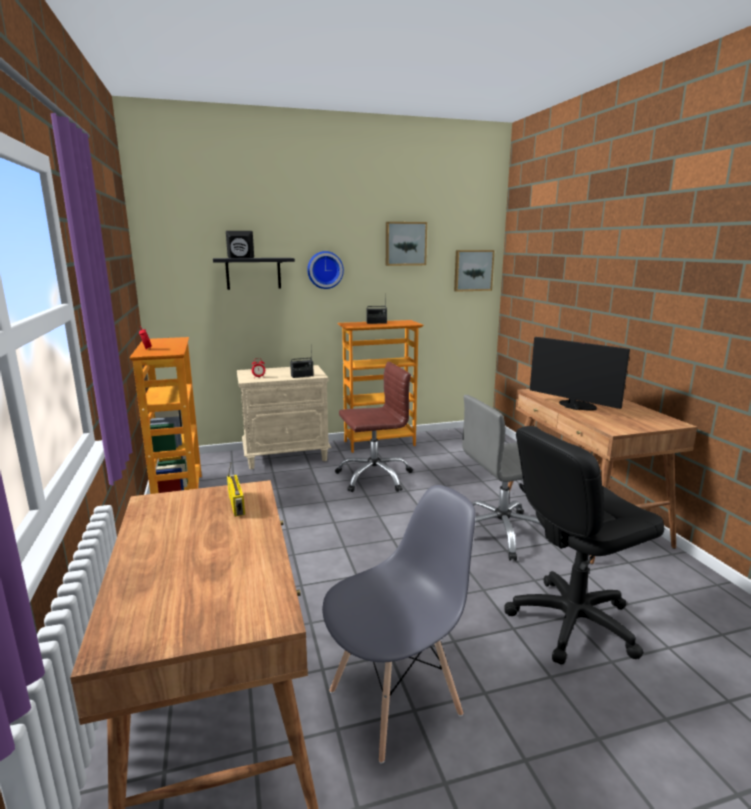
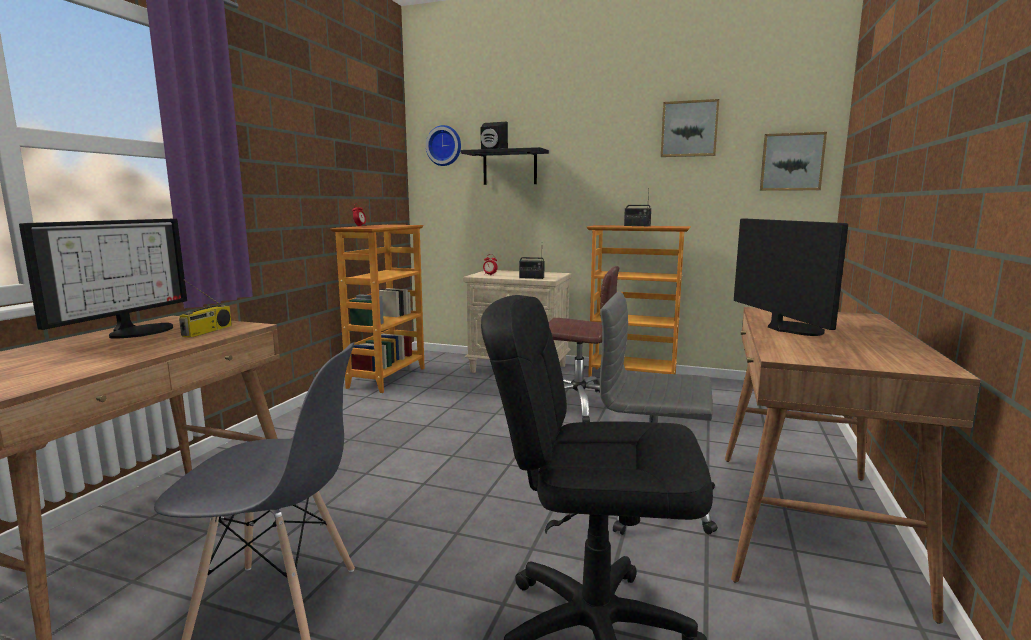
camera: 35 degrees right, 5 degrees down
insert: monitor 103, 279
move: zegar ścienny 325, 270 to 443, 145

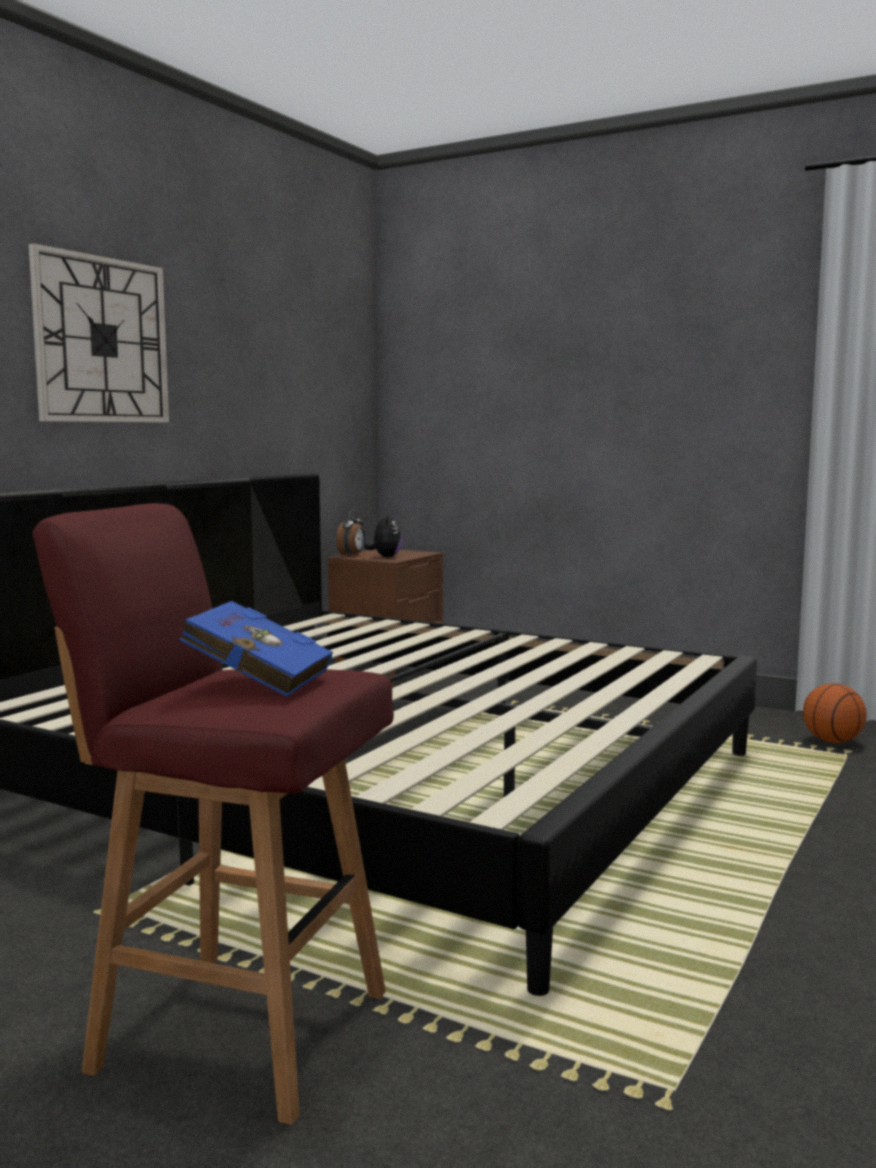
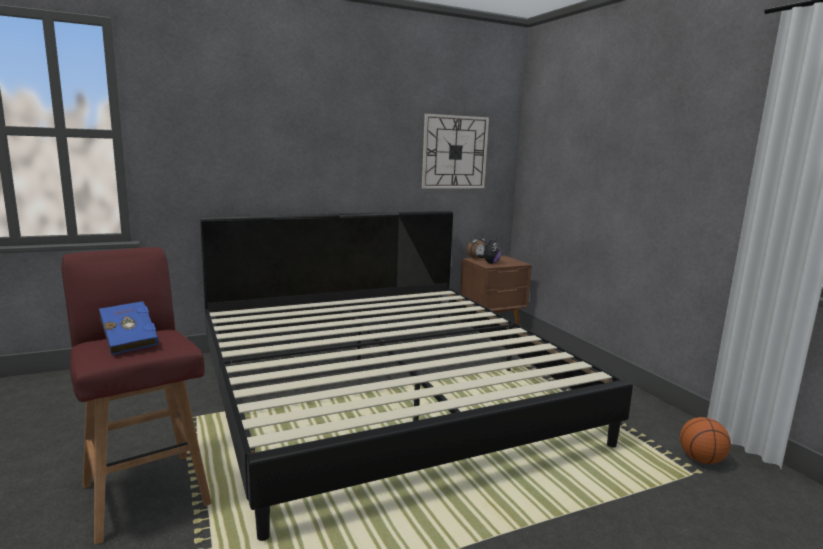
camera: 35 degrees right, 5 degrees up
move: zegar ścienny 98, 333 to 455, 151

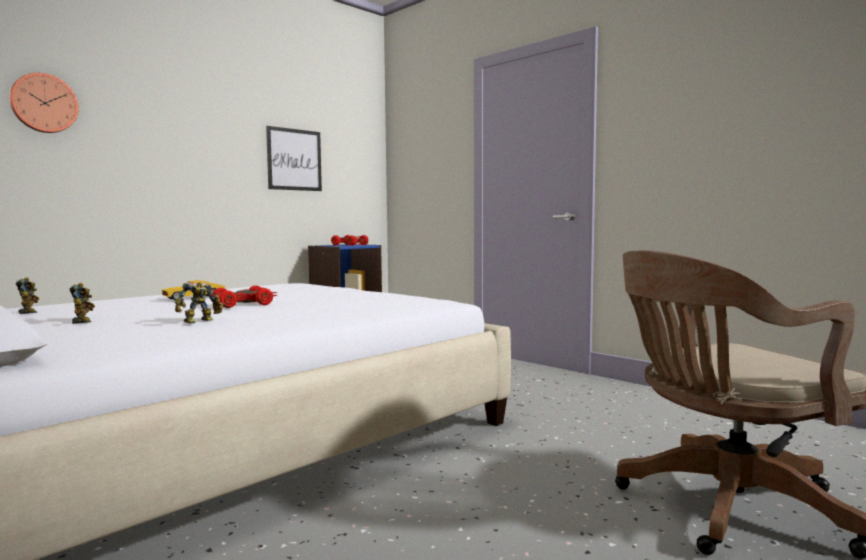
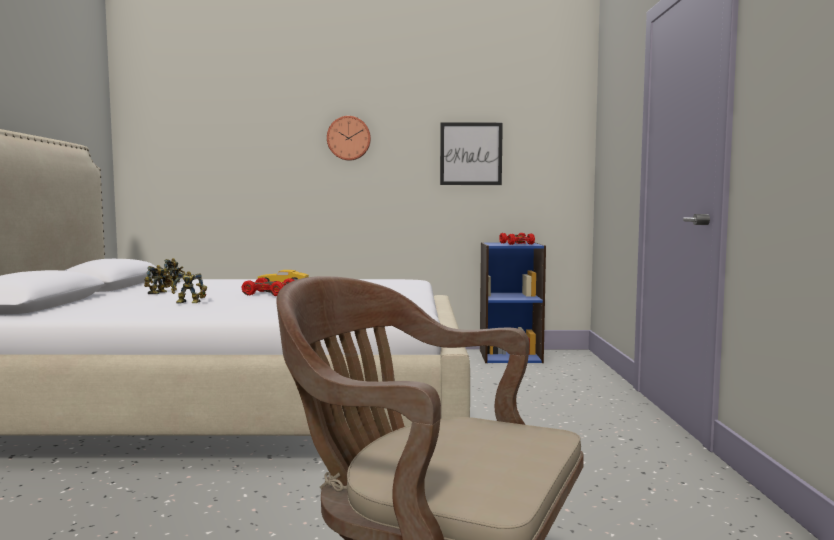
camera: 45 degrees right, 0 degrees up
move: zegar ścienny 44, 103 to 349, 138

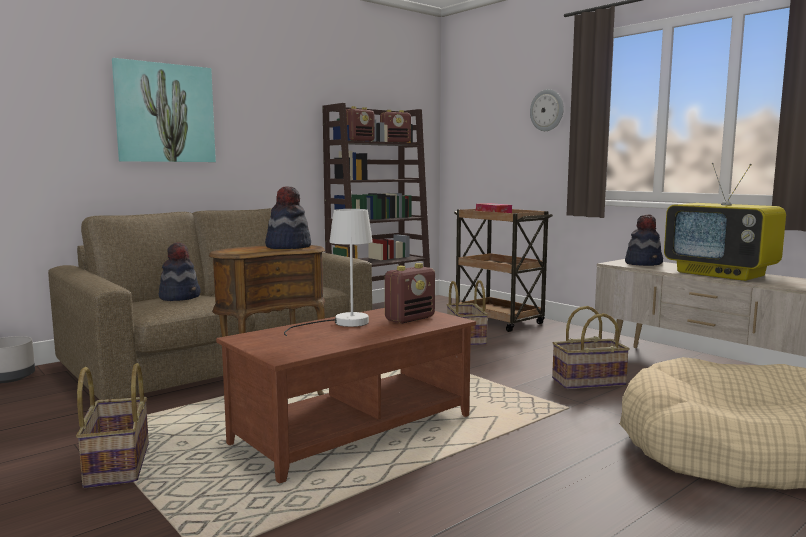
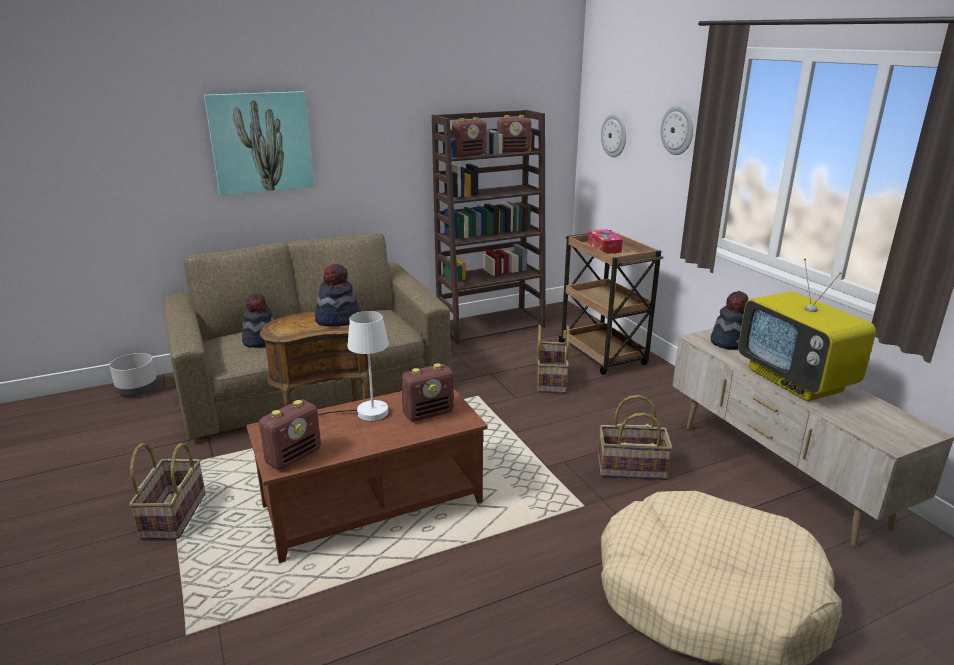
camera: 15 degrees right, 15 degrees up
insert: zegar ścienny 613, 135; radio 290, 434

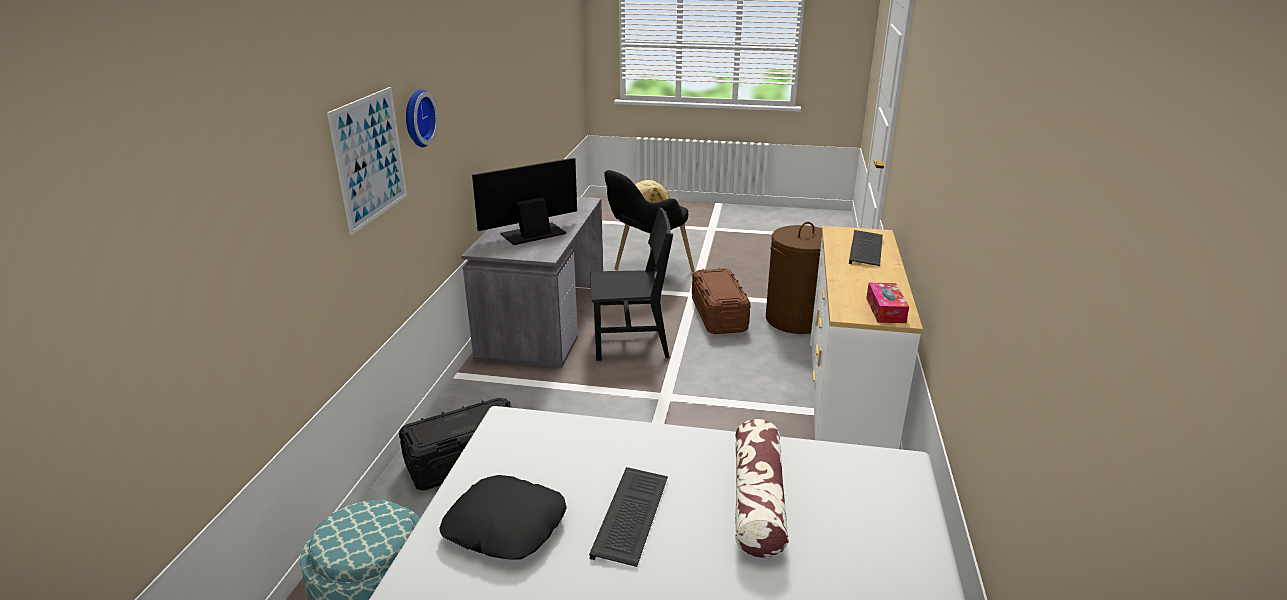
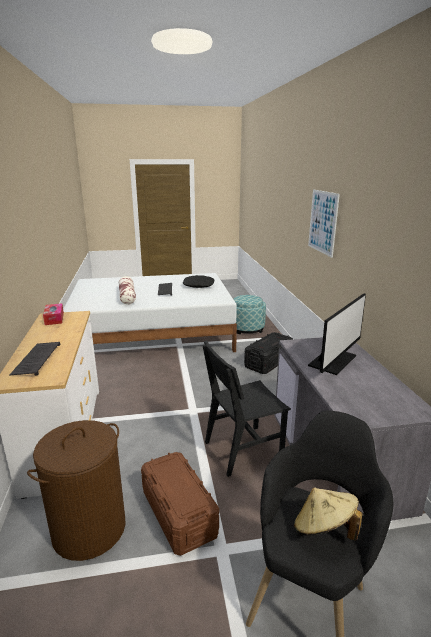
camera: 160 degrees right, 5 degrees down
delete: zegar ścienny 422, 118

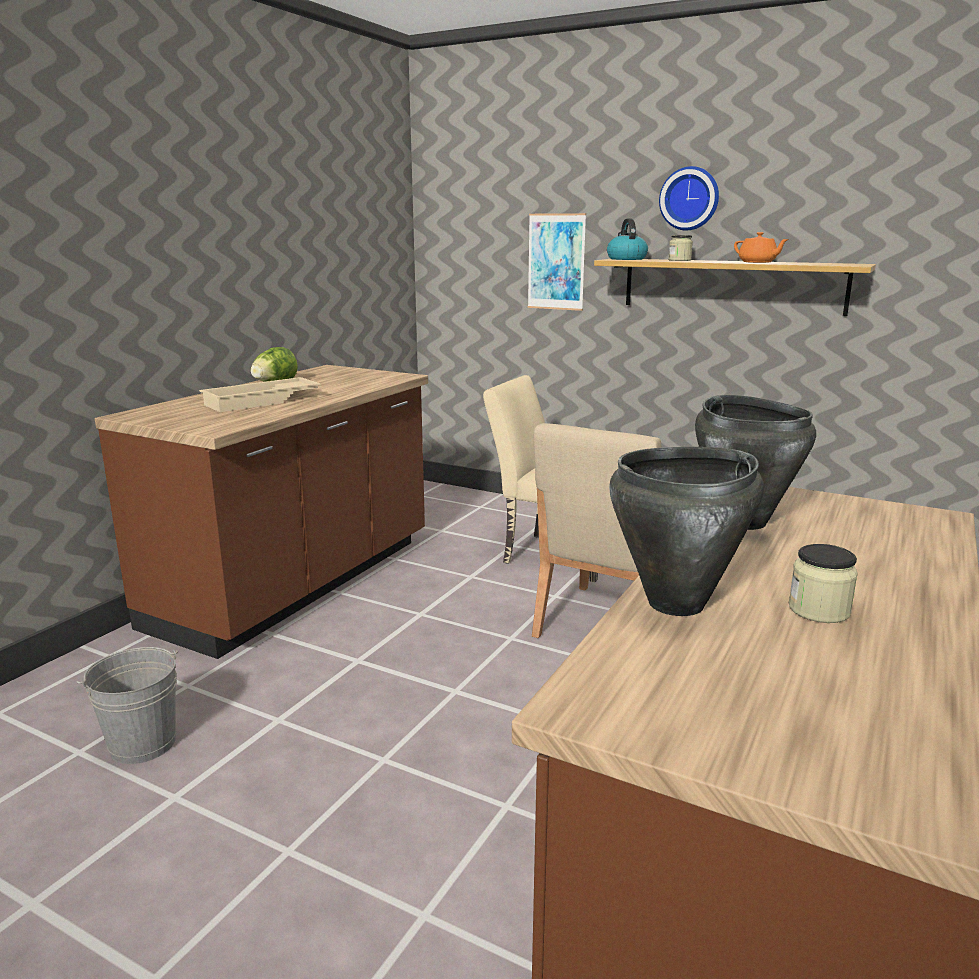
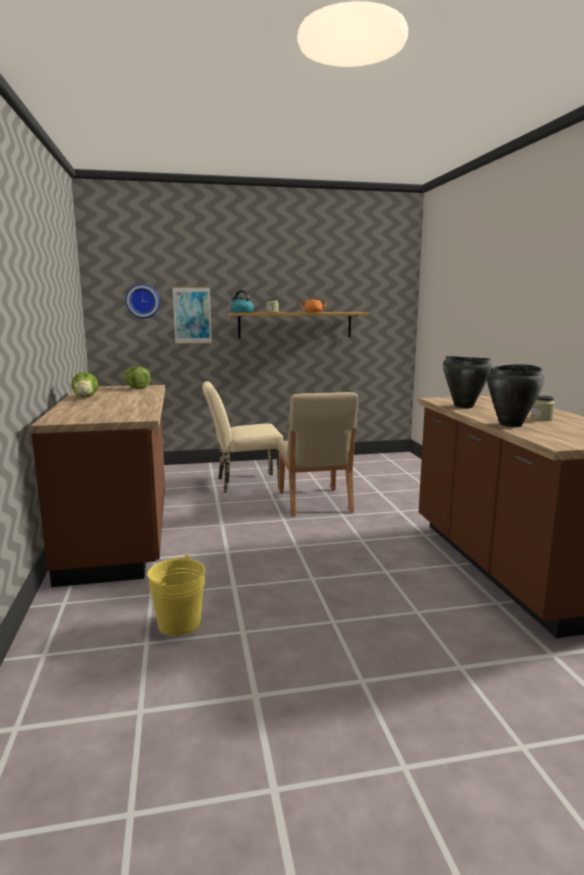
camera: 40 degrees left, 5 degrees down
delete: taca/beżowy 260, 394
insert: sałata 137, 377
move: zegar ścienny 689, 198 to 142, 301
recolor: wiadro/szary 127, 705 to wiadro/żółty 176, 595

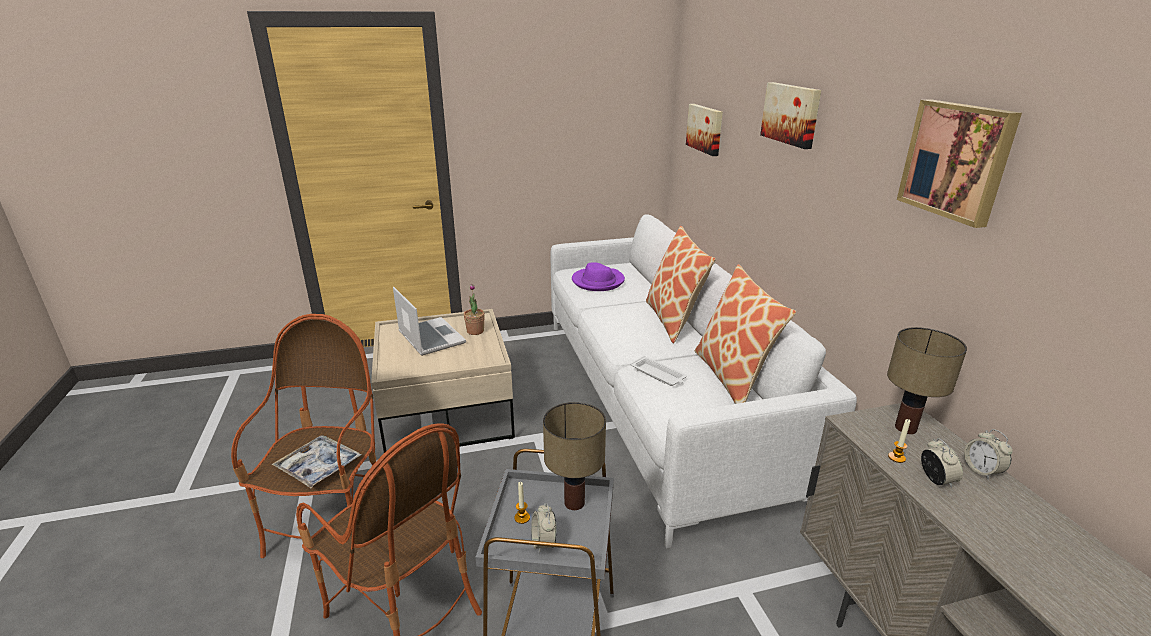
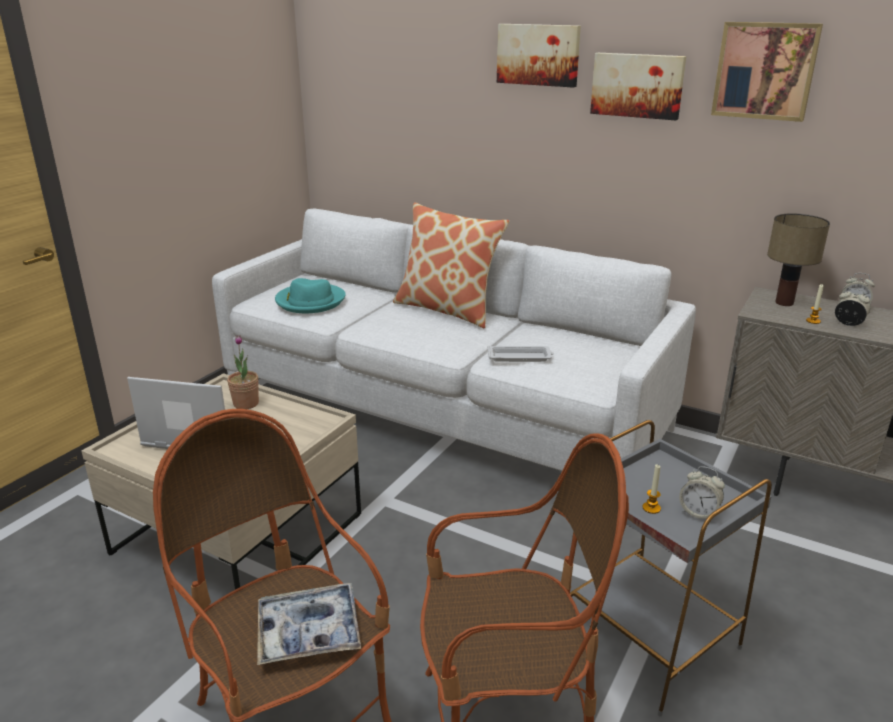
camera: 45 degrees left, 0 degrees up
delete: poduszka 745, 334; lampa stołowa 574, 456
move: obraz 704, 130 to 638, 86
recolor: kapelusz/fioletowy 598, 276 to kapelusz/turkusowy 310, 295

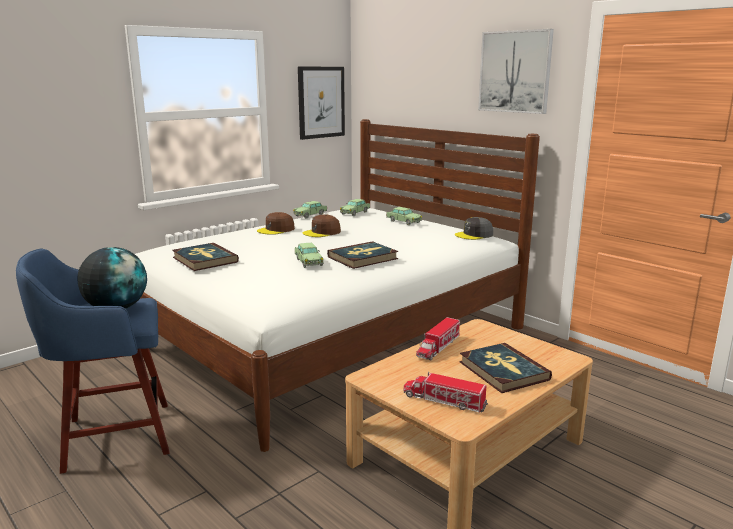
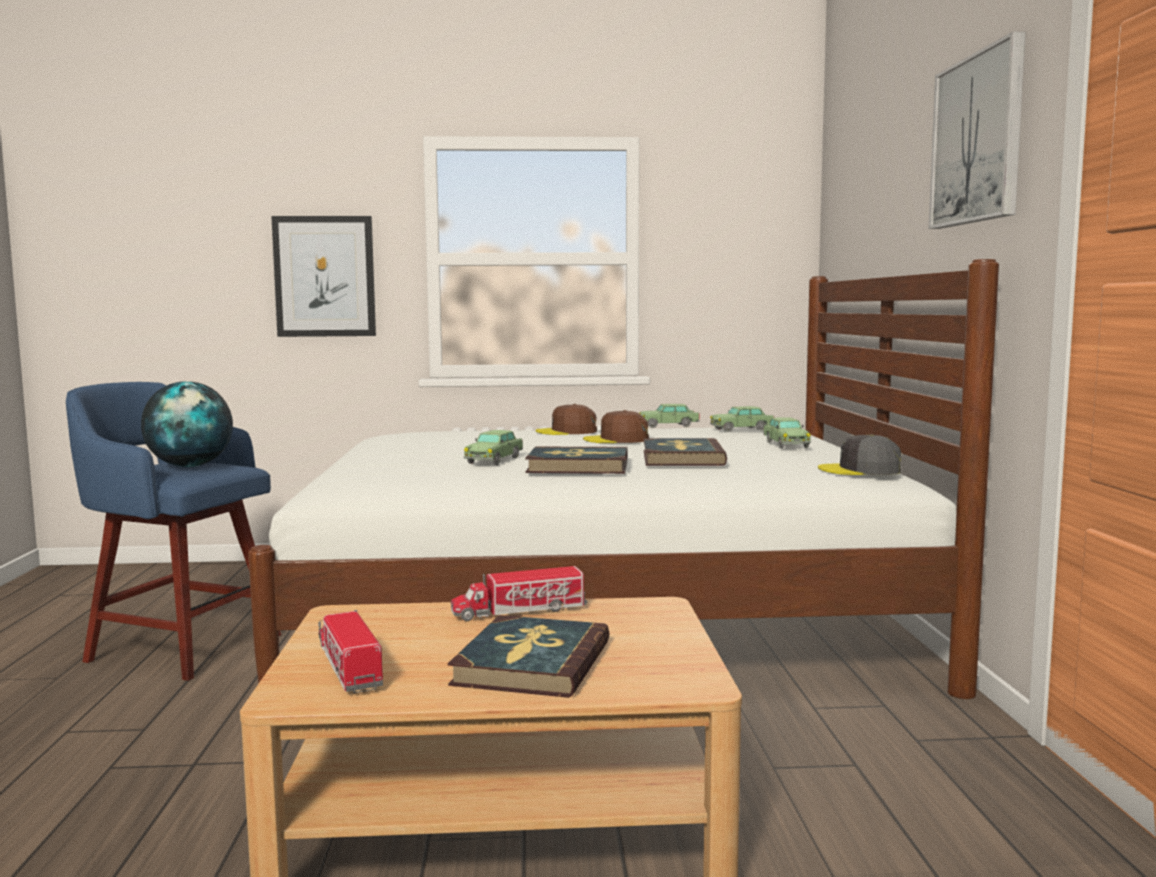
camera: 40 degrees right, 10 degrees down
move: obraz 321, 103 to 323, 276; książka 205, 257 to 685, 452

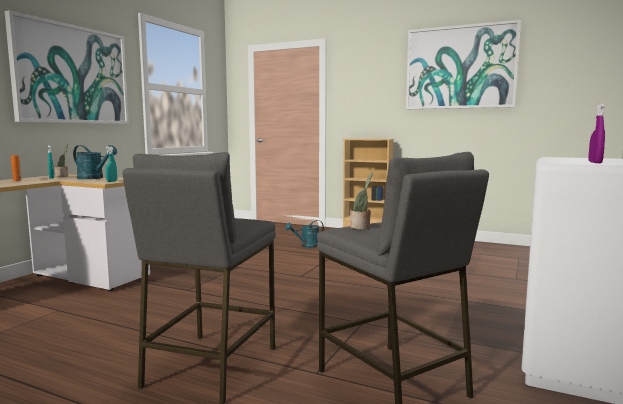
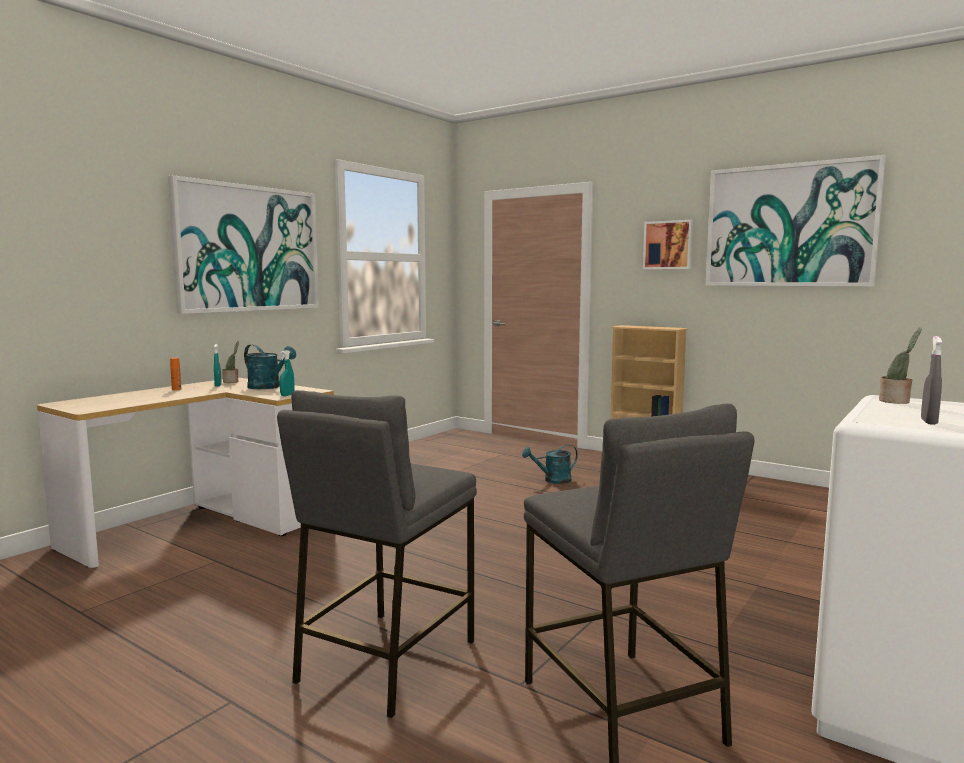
camera: 10 degrees right, 0 degrees up
insert: obraz 668, 244
move: roślina doniczkowa 361, 200 to 900, 366
recolor: spryskiwacz/fioletowy 597, 133 to spryskiwacz/szary 931, 380

